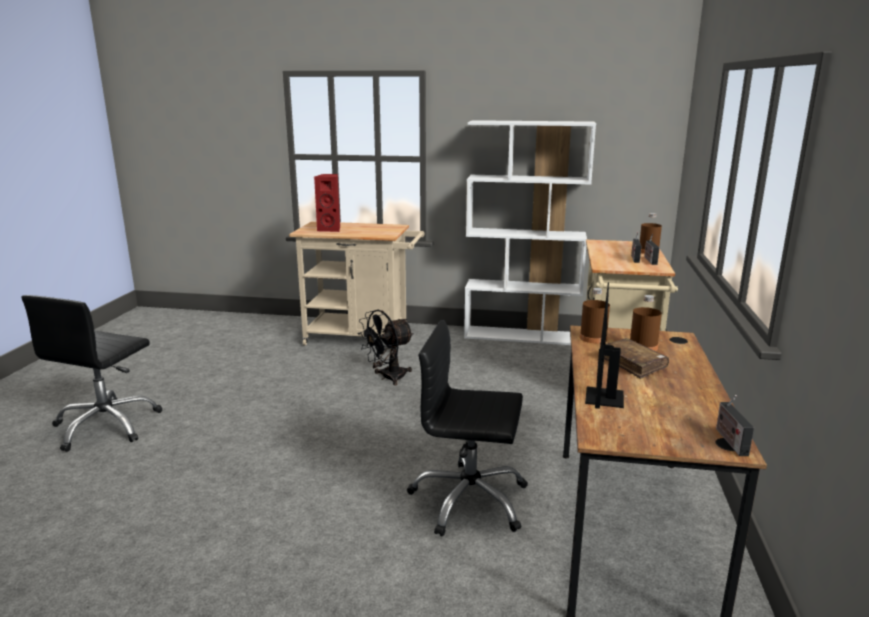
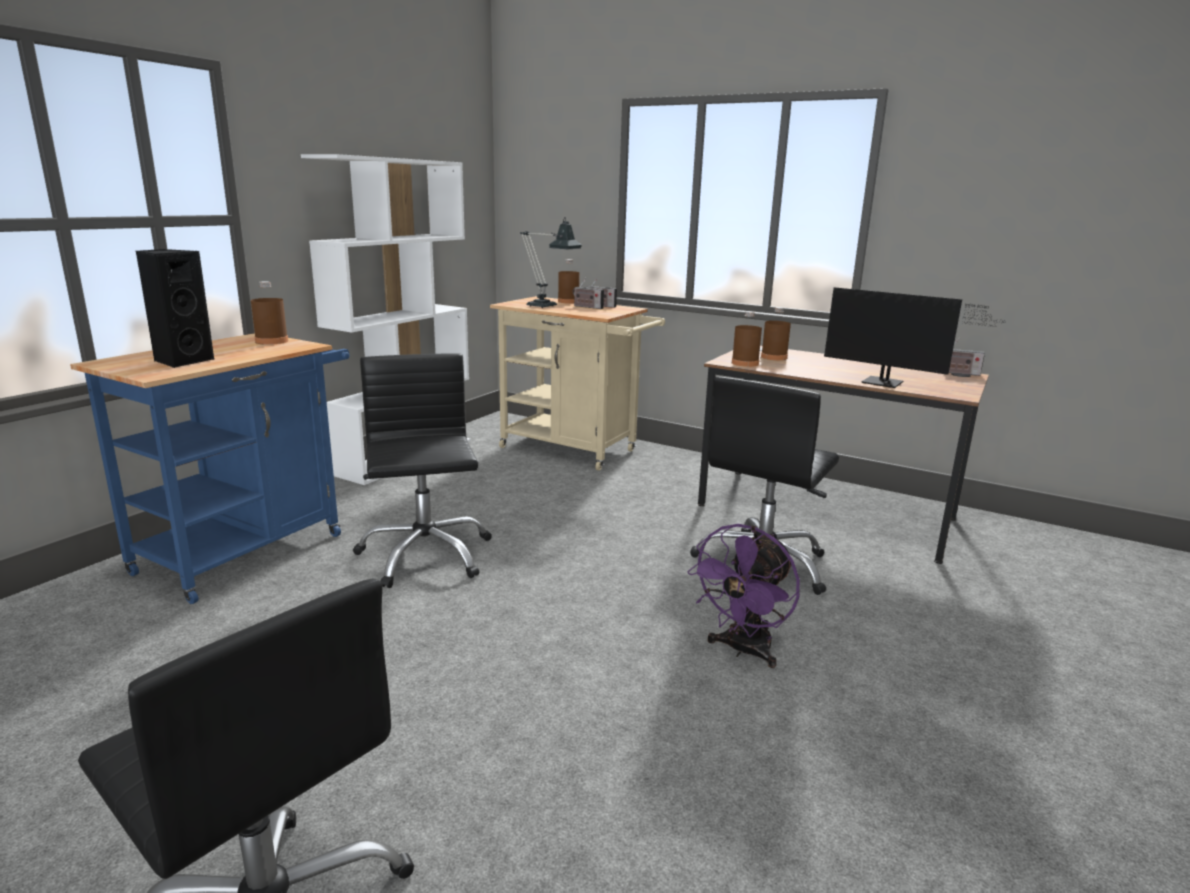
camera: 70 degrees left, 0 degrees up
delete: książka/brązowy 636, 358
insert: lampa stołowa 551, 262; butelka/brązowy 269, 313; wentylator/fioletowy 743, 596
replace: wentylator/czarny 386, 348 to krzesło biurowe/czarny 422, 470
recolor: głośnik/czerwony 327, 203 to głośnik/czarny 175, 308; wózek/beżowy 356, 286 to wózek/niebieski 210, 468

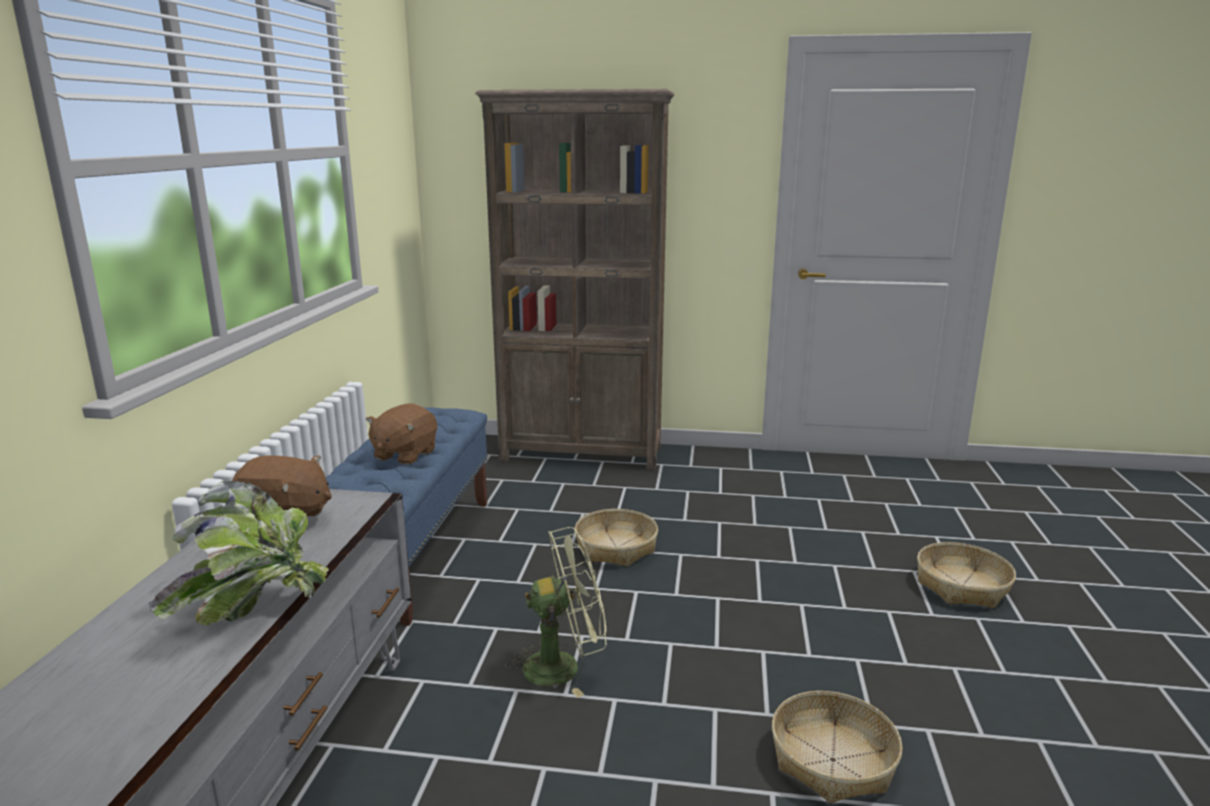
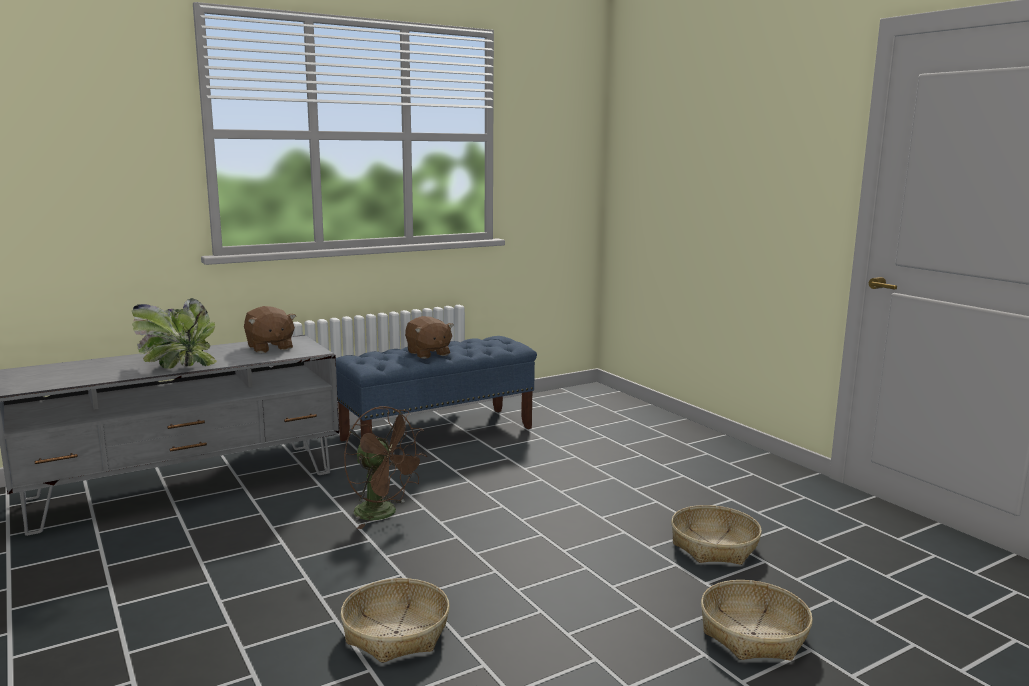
camera: 50 degrees right, 5 degrees down
delete: regał/brązowy 574, 280
move: koszyk 616, 538 to 716, 535
recolor: wentylator/zielony 556, 612 to wentylator/brązowy 385, 467
rotate: pluszak/brązowy 401, 434 = 429, 337 105 degrees counterclockwise

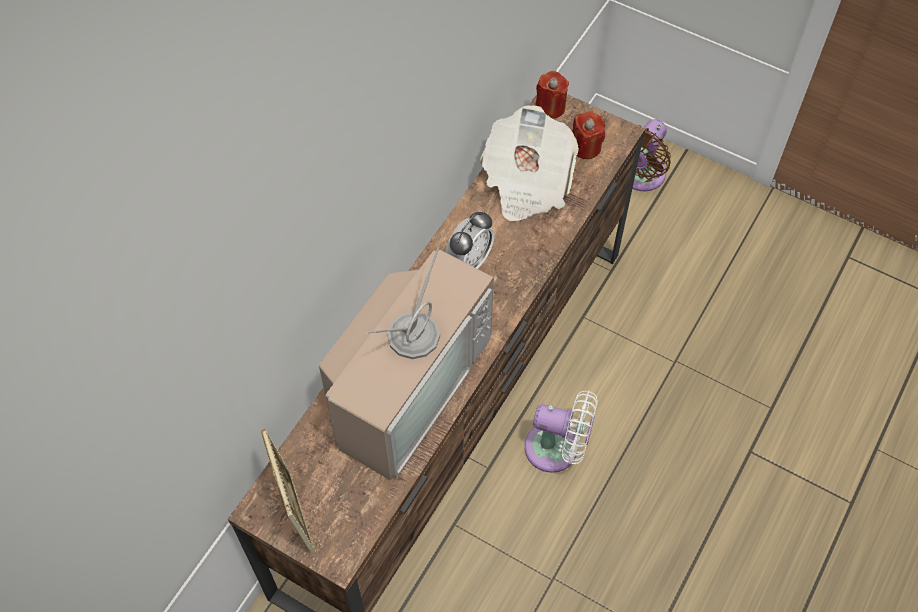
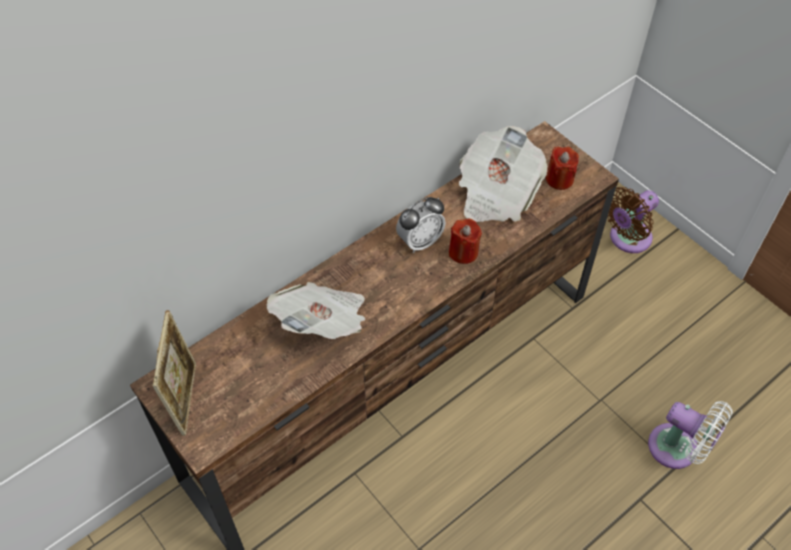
camera: 20 degrees right, 5 degrees down
move: świeca/czerwony 552, 95 to 465, 241; wentylator/biały 561, 431 to 690, 435
replace: telewizor 406, 355 to gazeta 316, 310

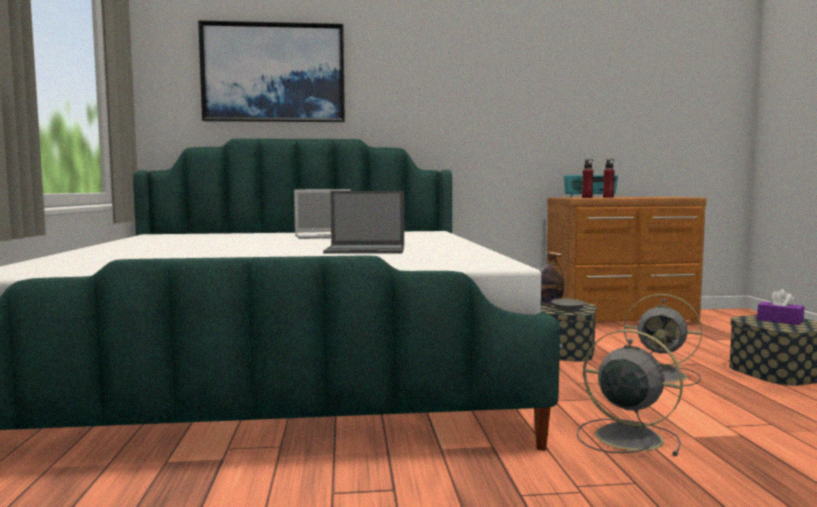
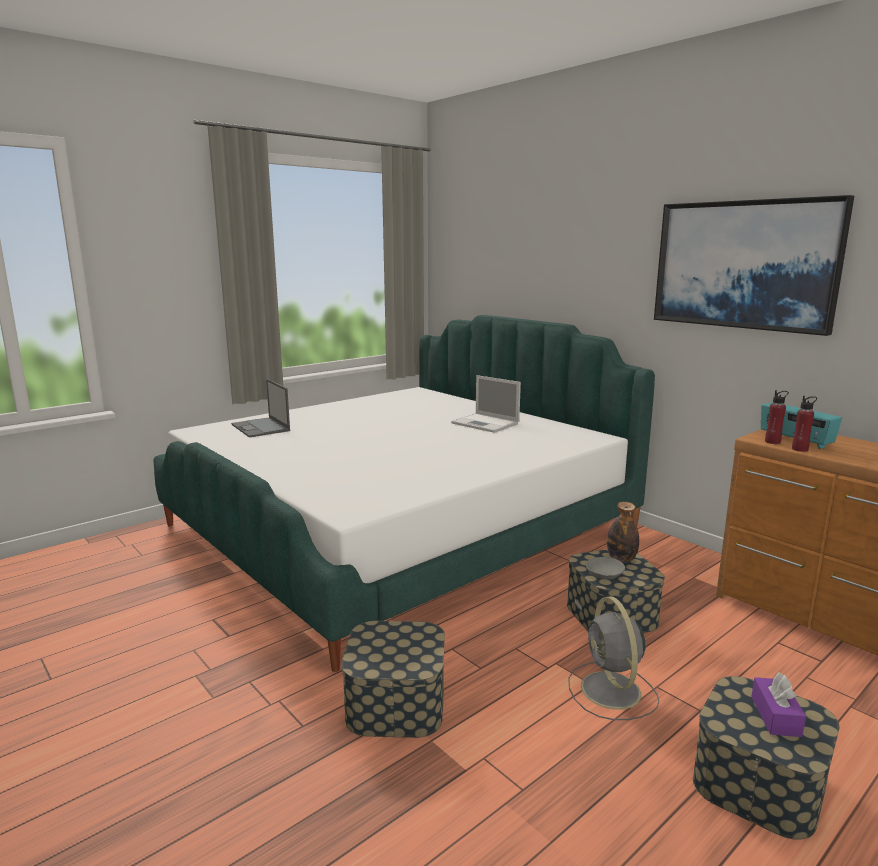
camera: 55 degrees right, 10 degrees up
move: obraz 271, 71 to 754, 265; laptop 363, 222 to 260, 408
replace: wentylator/szary 630, 393 to pojemnik do przechowywania 393, 679

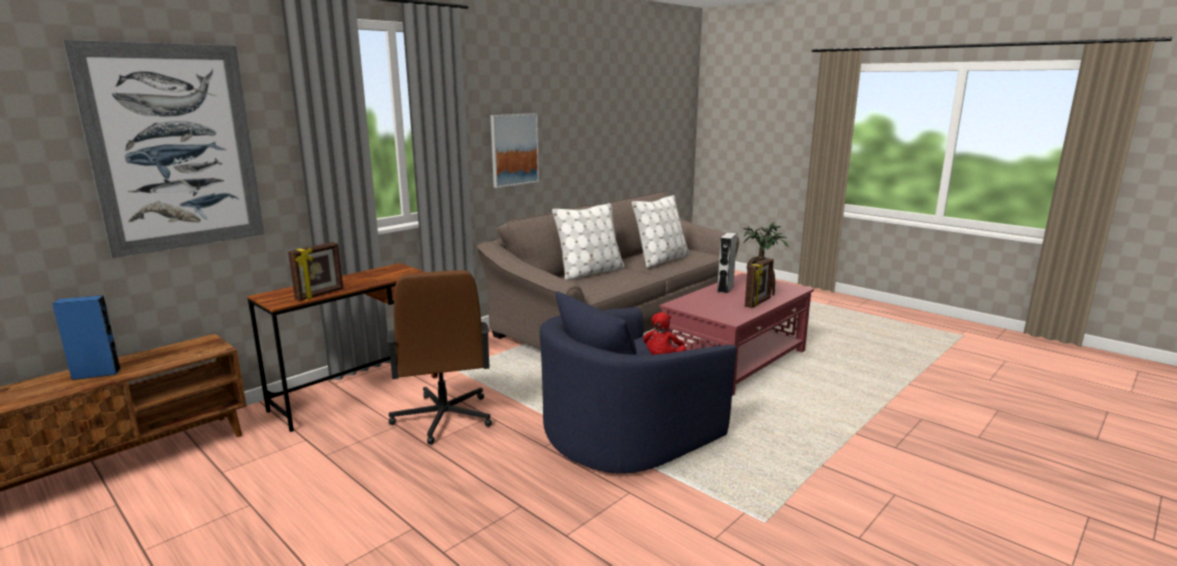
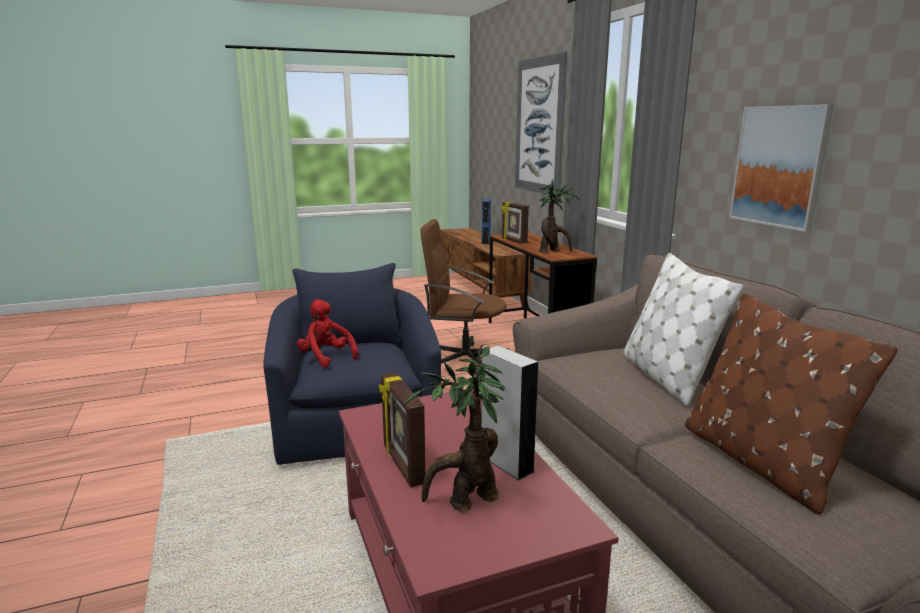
camera: 115 degrees right, 0 degrees up
insert: roślina doniczkowa 558, 216
recolor: poduszka/biały 660, 231 to poduszka/brązowy 791, 404

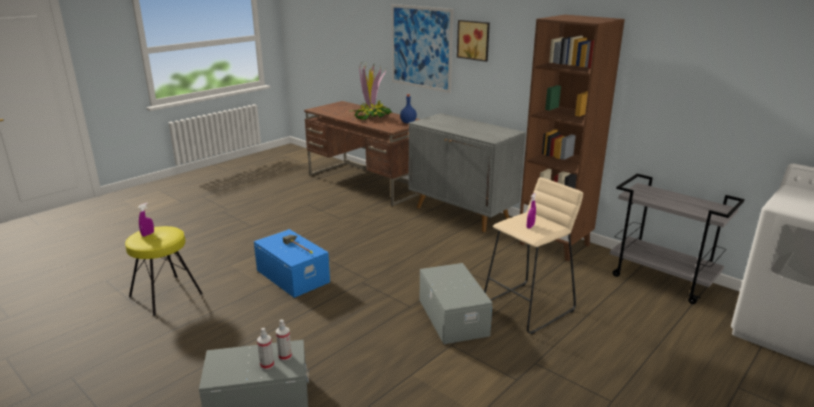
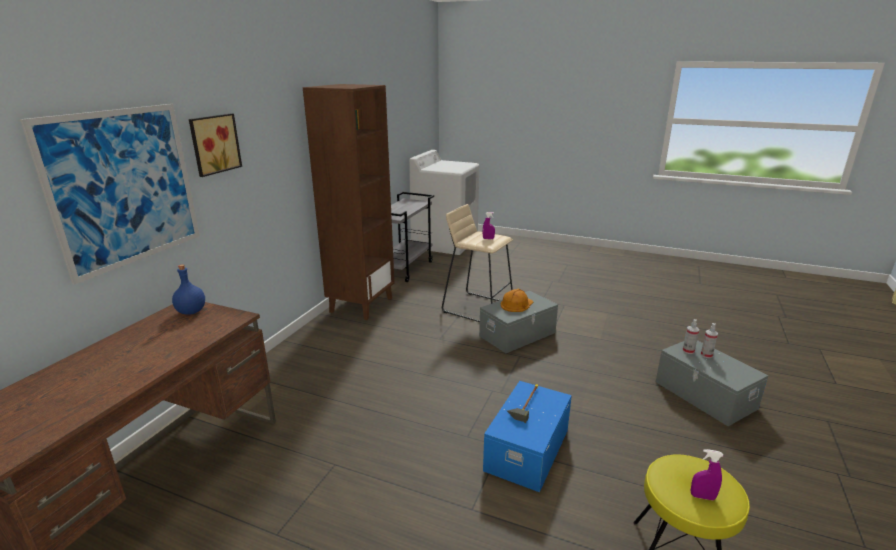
camera: 110 degrees left, 0 degrees up
delete: roślina doniczkowa 372, 91; szafka/szary 467, 172
insert: kask/pomarańczowy 517, 300

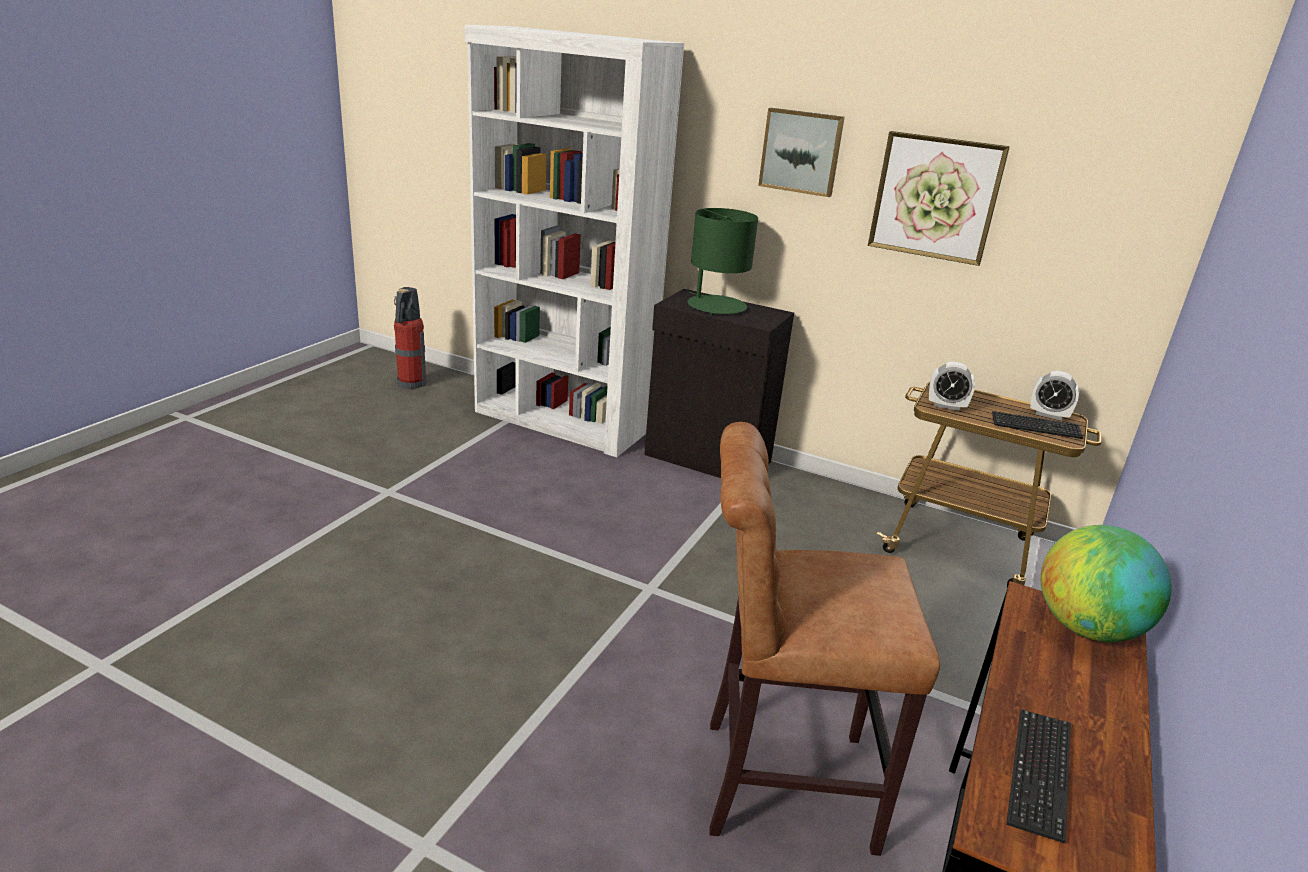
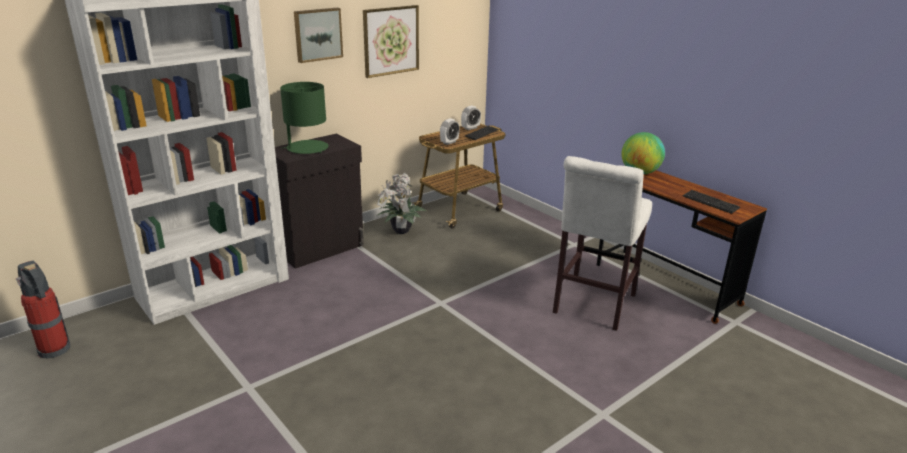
camera: 65 degrees left, 0 degrees up
insert: roślina doniczkowa 401, 203
recolor: stołek/brązowy 824, 639 to stołek/biały 602, 243

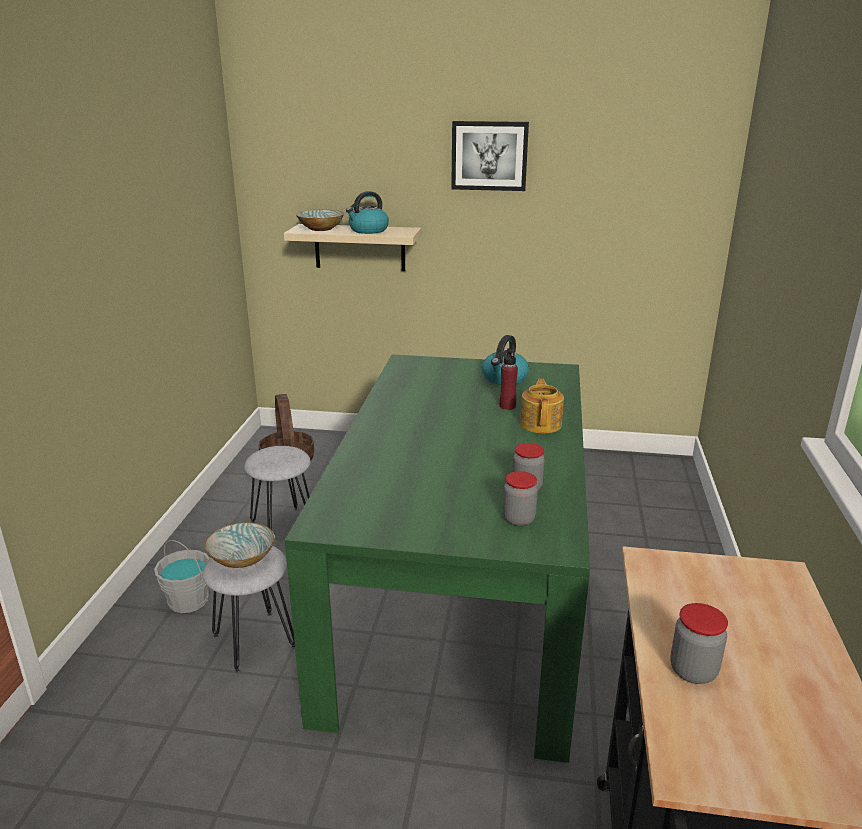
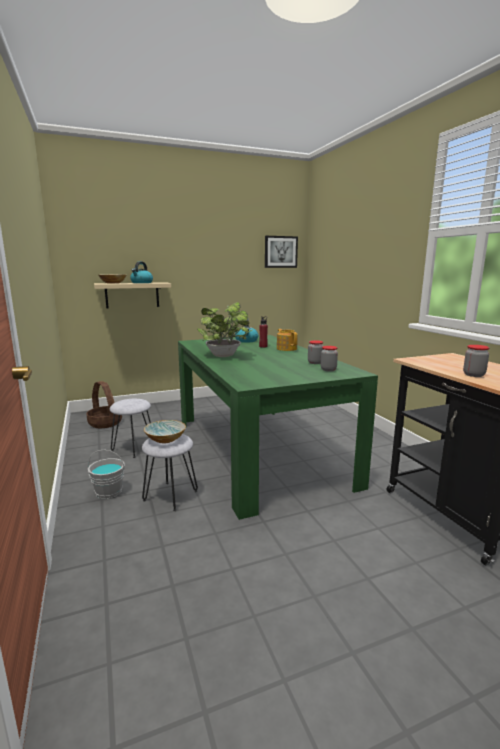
camera: 30 degrees left, 10 degrees down
insert: roślina doniczkowa 224, 329
move: obraz 490, 156 to 281, 252

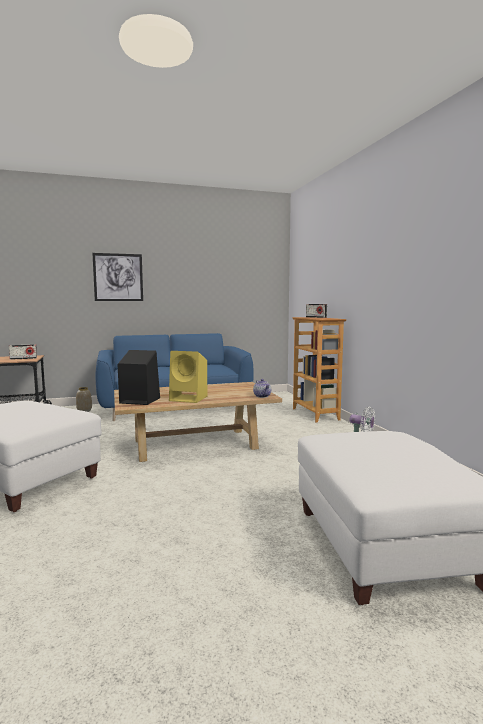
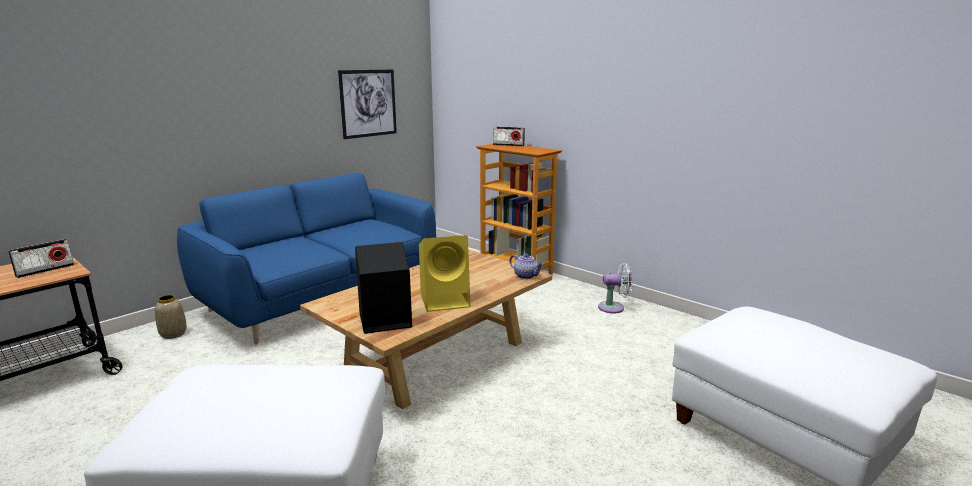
camera: 30 degrees left, 10 degrees up
move: obraz 117, 277 to 367, 104

